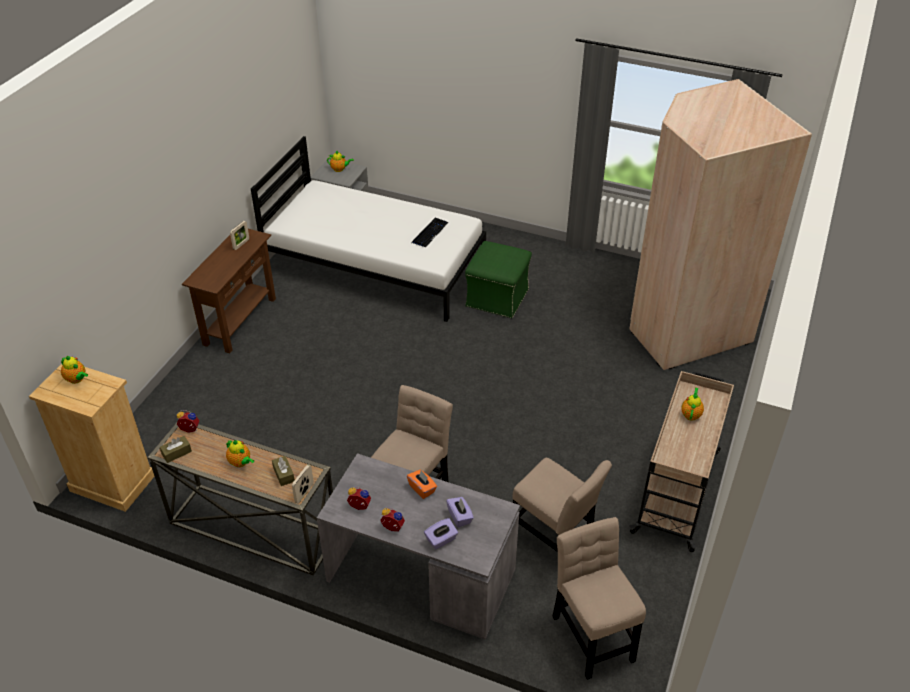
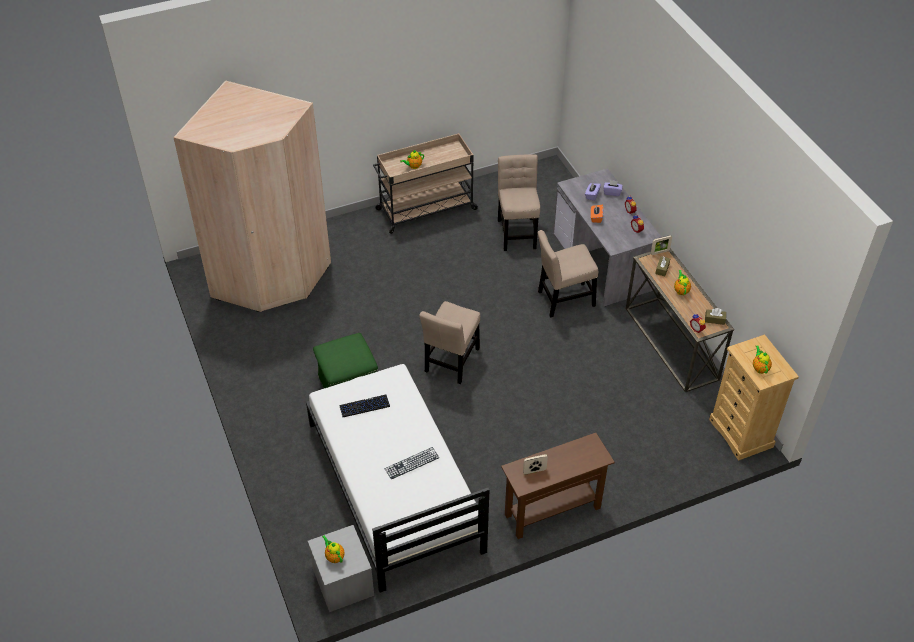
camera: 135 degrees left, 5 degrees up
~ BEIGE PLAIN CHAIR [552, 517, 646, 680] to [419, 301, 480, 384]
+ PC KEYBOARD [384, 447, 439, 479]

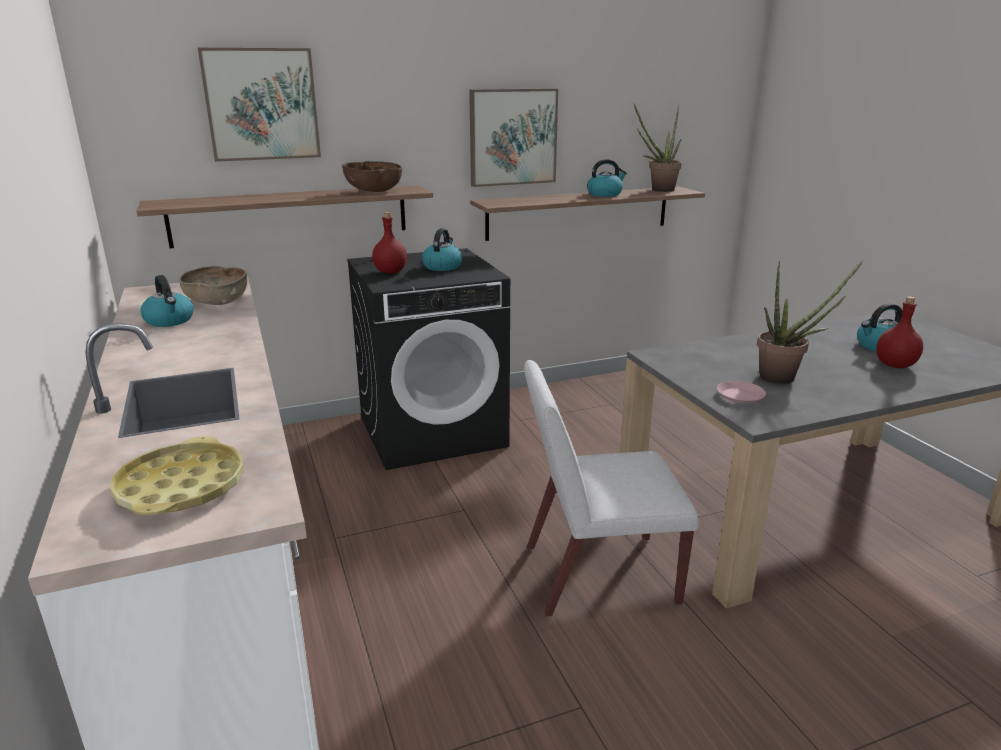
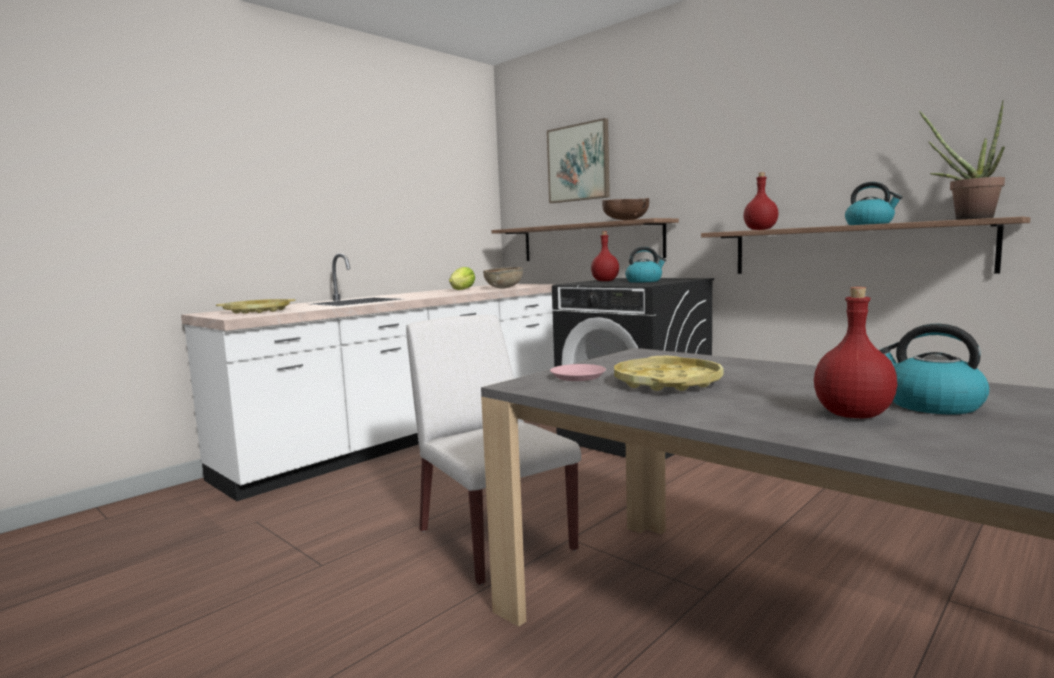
camera: 65 degrees right, 15 degrees down
- WALL ART [469, 88, 558, 187]
~ HOUSEPLANT [757, 260, 863, 384] to YELLOW-COLOURED TRAY [614, 356, 723, 391]
~ WATER KETTLE [140, 275, 194, 327] to LETTUCE [449, 267, 475, 290]
+ RED-COLOURED DRINK BOTTLE [744, 172, 778, 230]

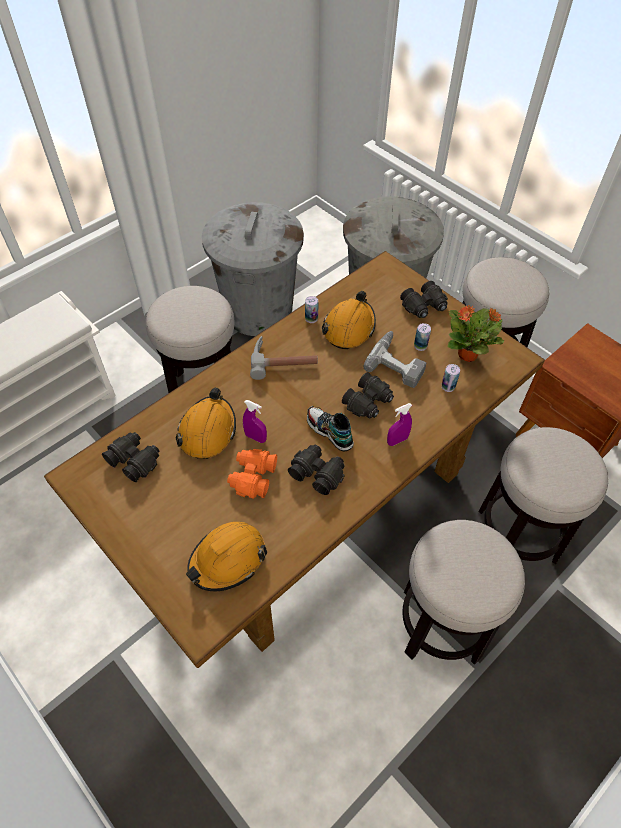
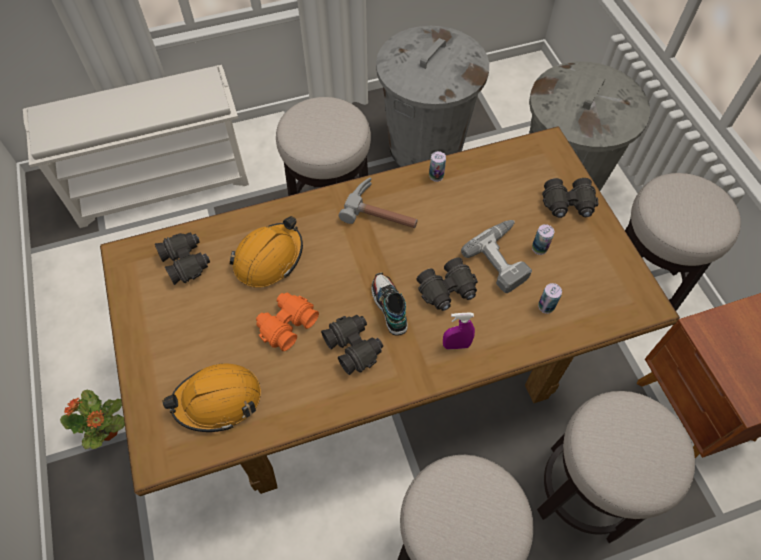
camera: 25 degrees right, 5 degrees up
- ORANGE SAFETY HELMET [322, 291, 376, 349]
~ HOUSEPLANT [448, 305, 504, 362] to [60, 390, 125, 449]
- PURPLISH SPRAYER [243, 400, 267, 443]

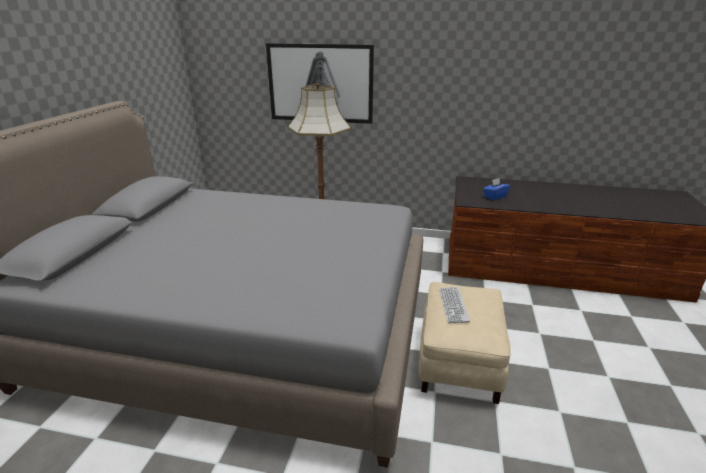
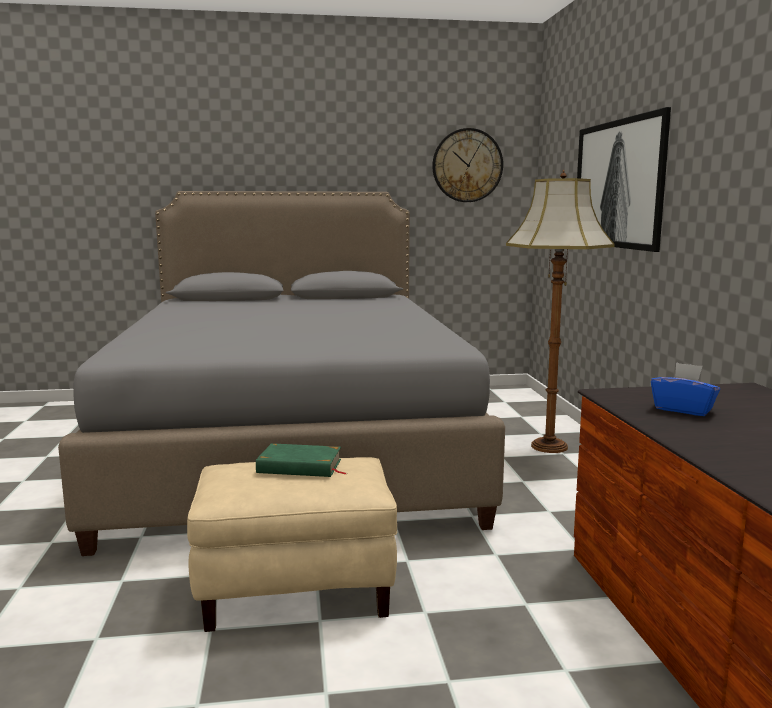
camera: 70 degrees right, 15 degrees down
~ PC KEYBOARD [439, 287, 470, 323] to GREEN-COLOURED VOLUME [256, 443, 346, 477]
+ WALL CLOCK [432, 128, 503, 202]

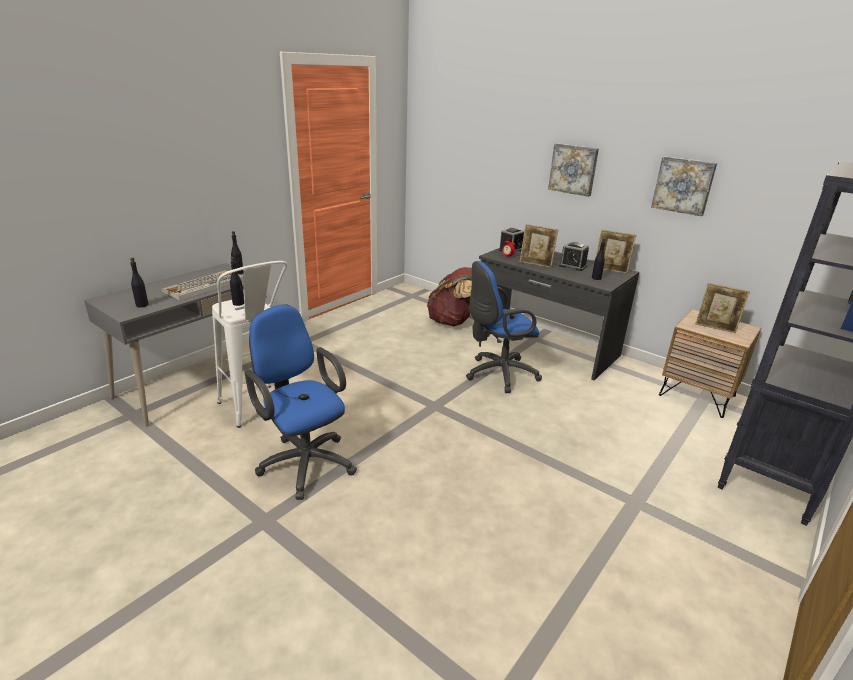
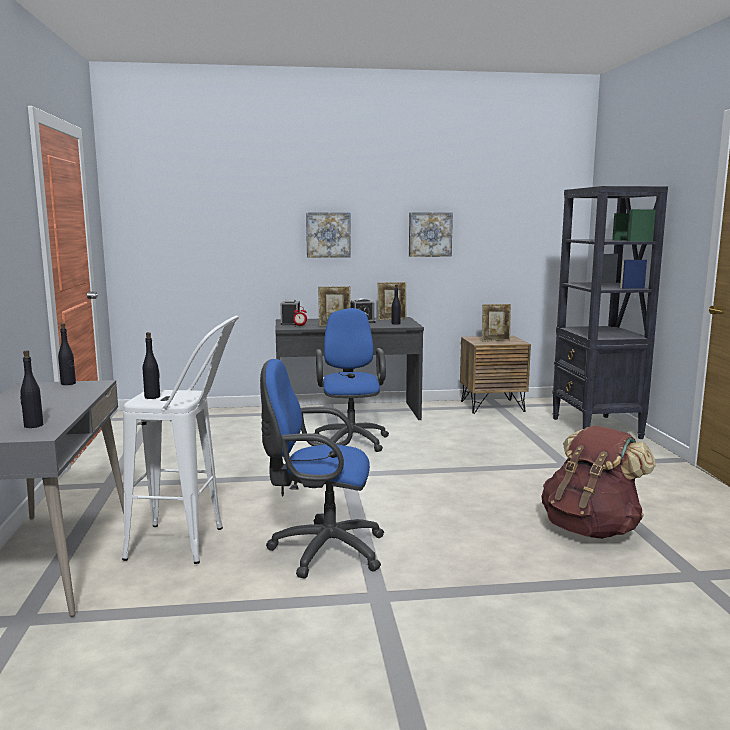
camera: 45 degrees left, 15 degrees down
~ BLUE DESK CHAIR [466, 261, 542, 393] = [313, 308, 389, 452] 150 degrees clockwise
~ BROWN-COLOURED RUCKSACK [427, 267, 472, 326] to [541, 425, 656, 539]
- PC KEYBOARD [161, 270, 243, 301]

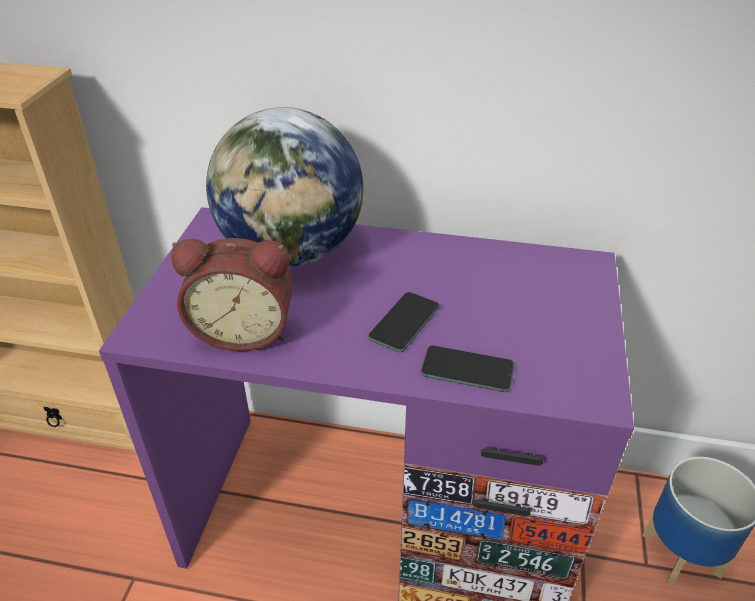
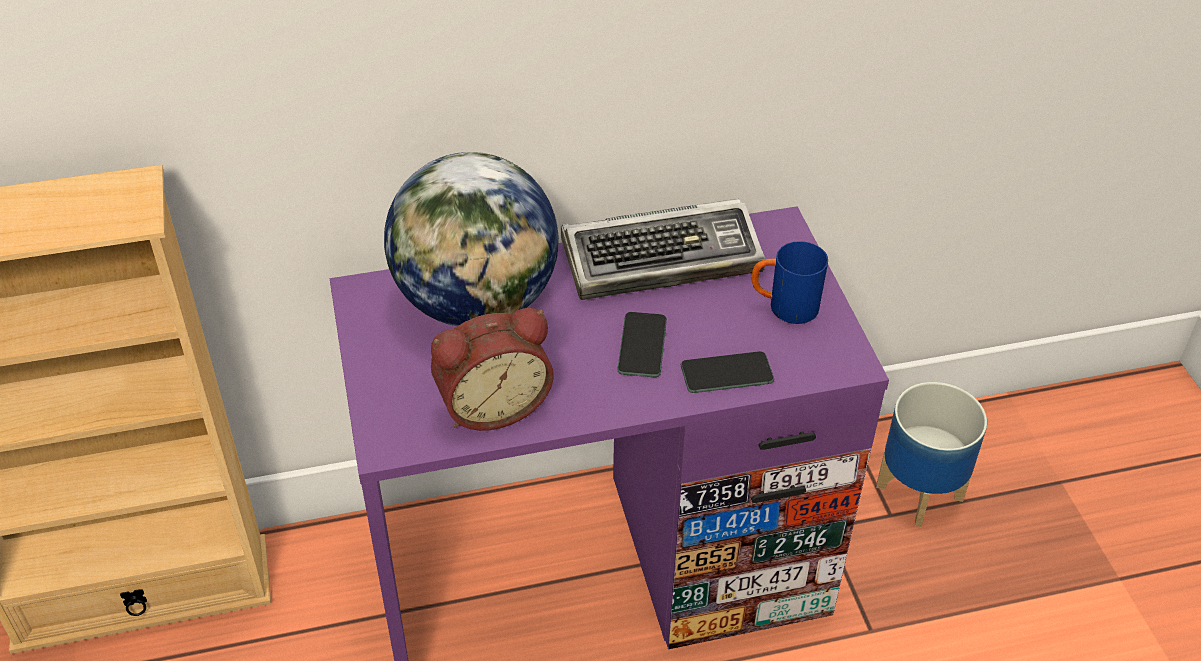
camera: 25 degrees left, 5 degrees up
+ PC KEYBOARD [561, 199, 765, 300]
+ BLUE TEA MUG [752, 241, 828, 324]

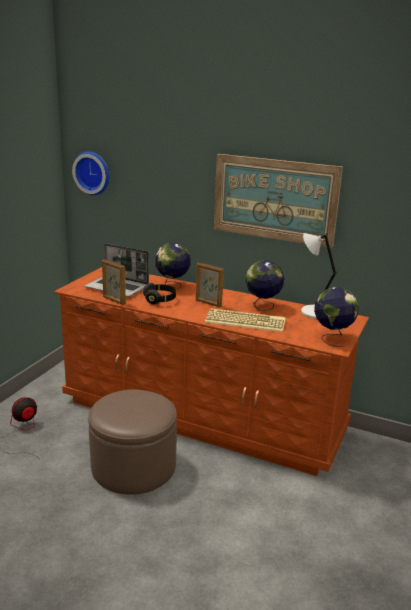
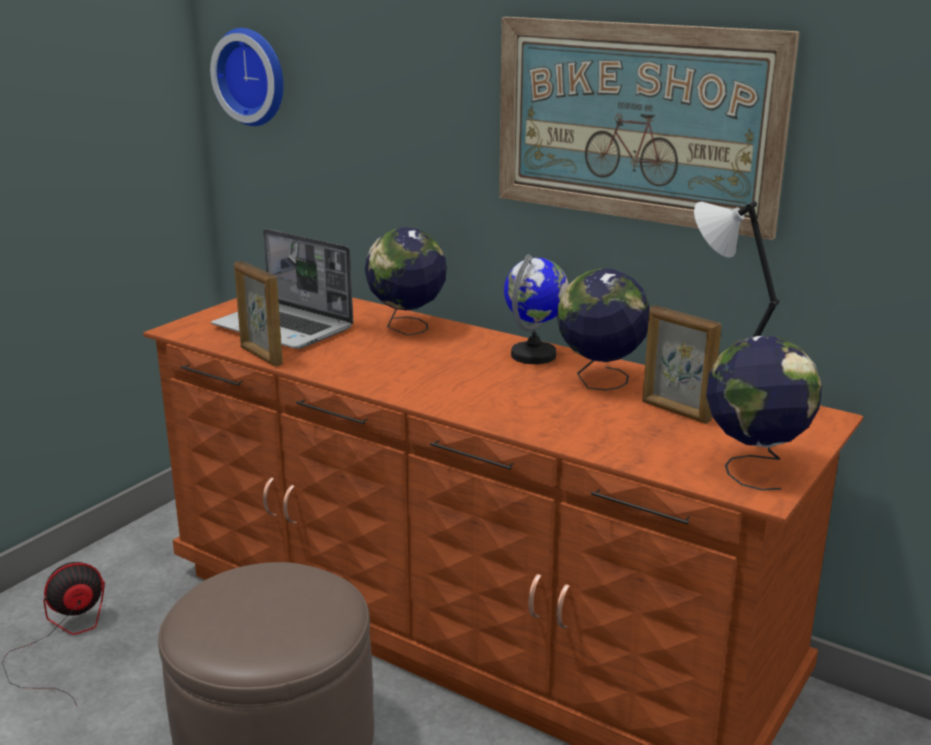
camera: 10 degrees right, 0 degrees up
~ STANDING FRAME [196, 262, 224, 307] to [642, 305, 722, 424]
- BLACKISH HEADSET [143, 283, 176, 305]
- PC KEYBOARD [205, 309, 286, 332]
+ WORLD GLOBE [504, 254, 569, 364]

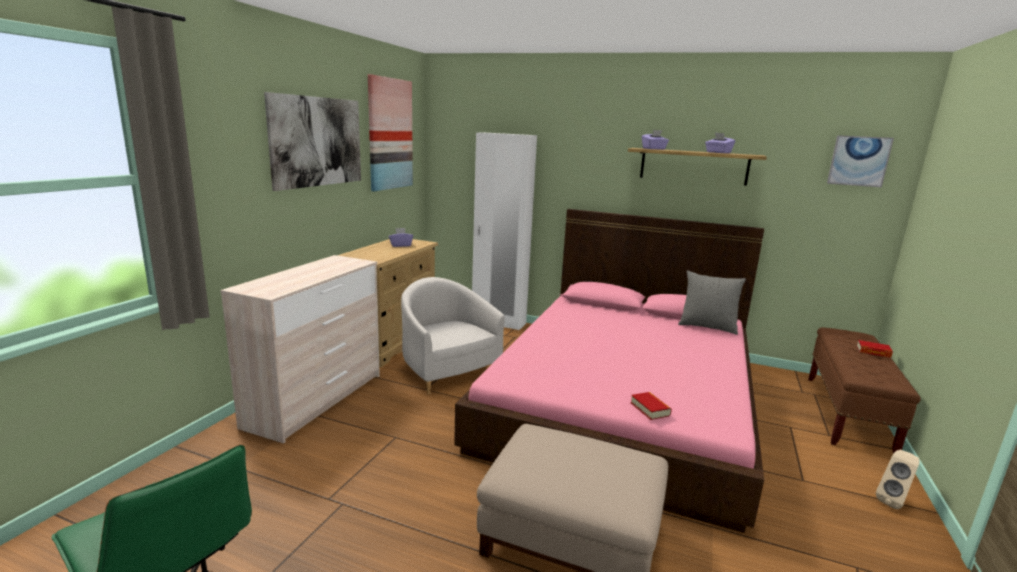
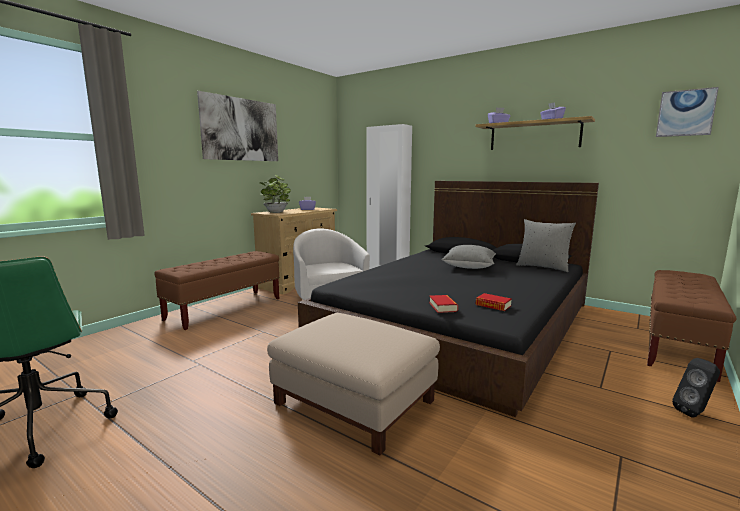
camera: 15 degrees right, 5 degrees down
- WALL ART [368, 74, 413, 191]
~ PINK BED [454, 209, 764, 533] to BLACKISH BED [298, 181, 599, 417]
~ BEIGE DRESSER [220, 255, 380, 443] to BROWN-COLOURED BENCH [154, 251, 279, 330]
~ VOLUME [857, 340, 893, 358] to [476, 293, 511, 311]
~ BEIGE LOUDSPEAKER [876, 450, 919, 509] to BLACKISH LOUDSPEAKER [672, 358, 720, 418]
+ HOUSEPLANT [260, 175, 291, 213]
+ GREYISH CUSHION [442, 245, 496, 269]

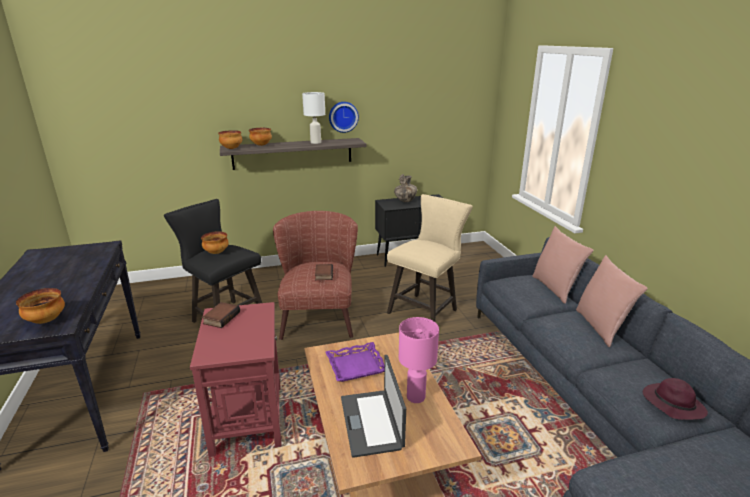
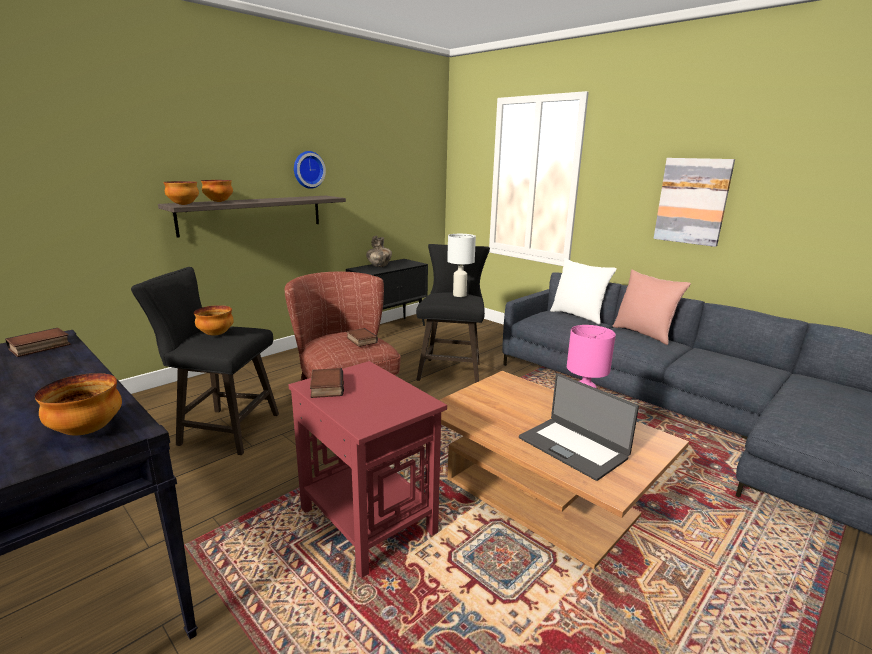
camera: 30 degrees left, 5 degrees down
~ WHITISH TABLE LAMP [302, 92, 325, 144] to [447, 234, 476, 297]
~ BEIGE SITTING STOOL [387, 194, 473, 323] to BLACKISH SITTING STOOL [416, 244, 490, 383]
~ PINK CUSHION [532, 226, 594, 304] to WHITISH CUSHION [550, 258, 617, 325]
- PURPLISH TRAY [326, 342, 384, 382]
- PURPLISH HAT [643, 378, 708, 420]
+ WALL ART [653, 158, 735, 247]
+ VOLUME [5, 328, 71, 357]

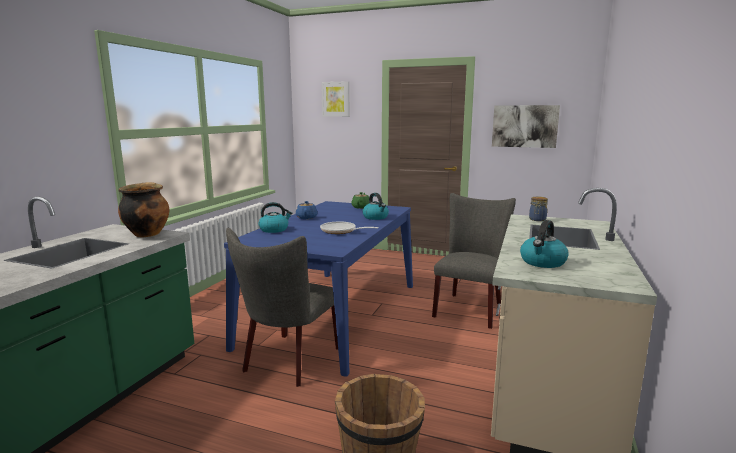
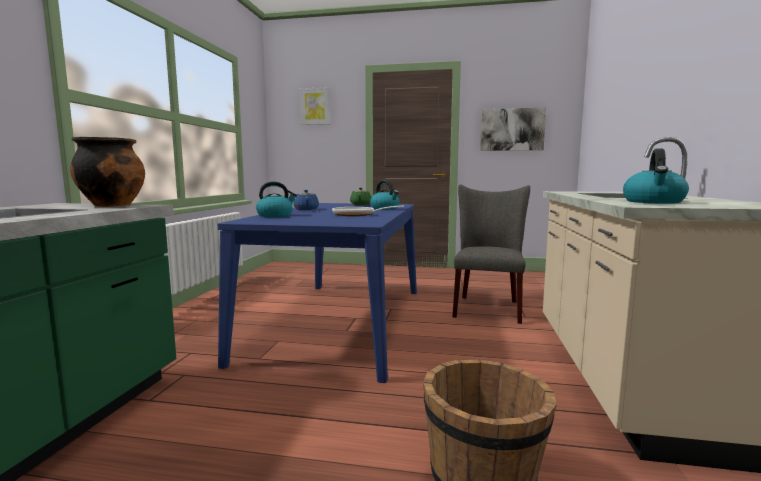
camera: 10 degrees left, 5 degrees down
- JAR [529, 196, 548, 221]
- GREYISH PLAIN CHAIR [226, 228, 338, 387]

